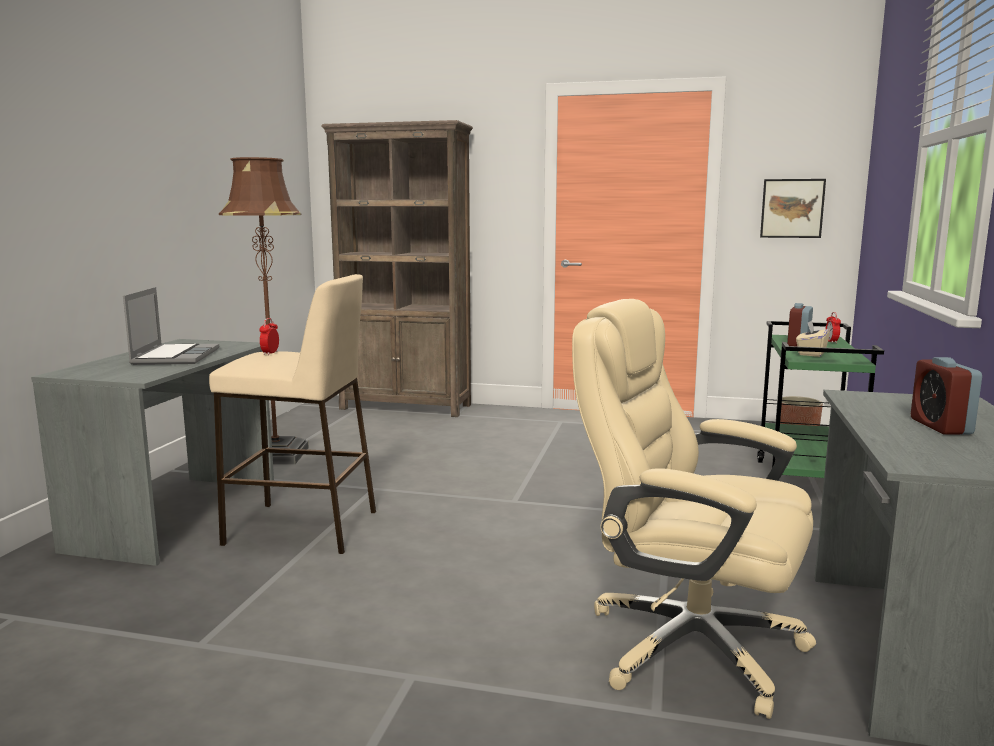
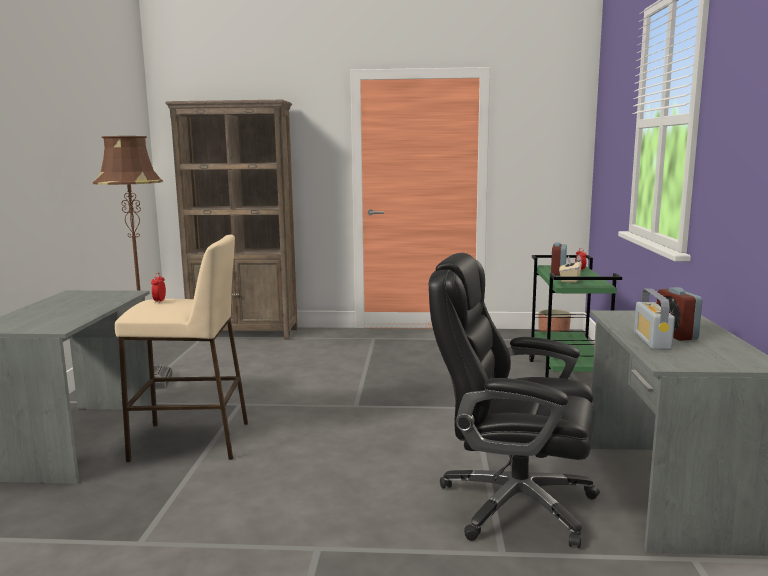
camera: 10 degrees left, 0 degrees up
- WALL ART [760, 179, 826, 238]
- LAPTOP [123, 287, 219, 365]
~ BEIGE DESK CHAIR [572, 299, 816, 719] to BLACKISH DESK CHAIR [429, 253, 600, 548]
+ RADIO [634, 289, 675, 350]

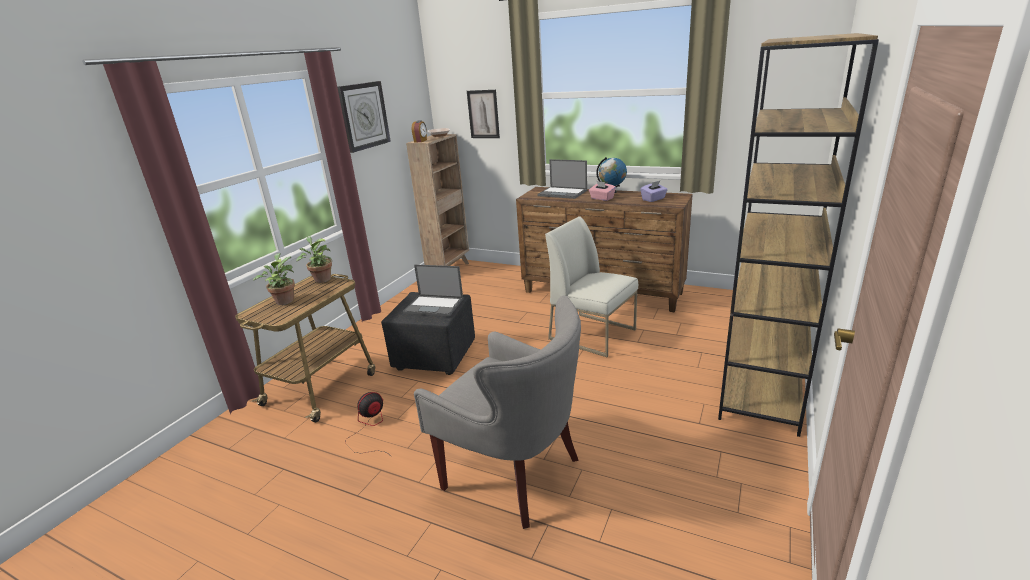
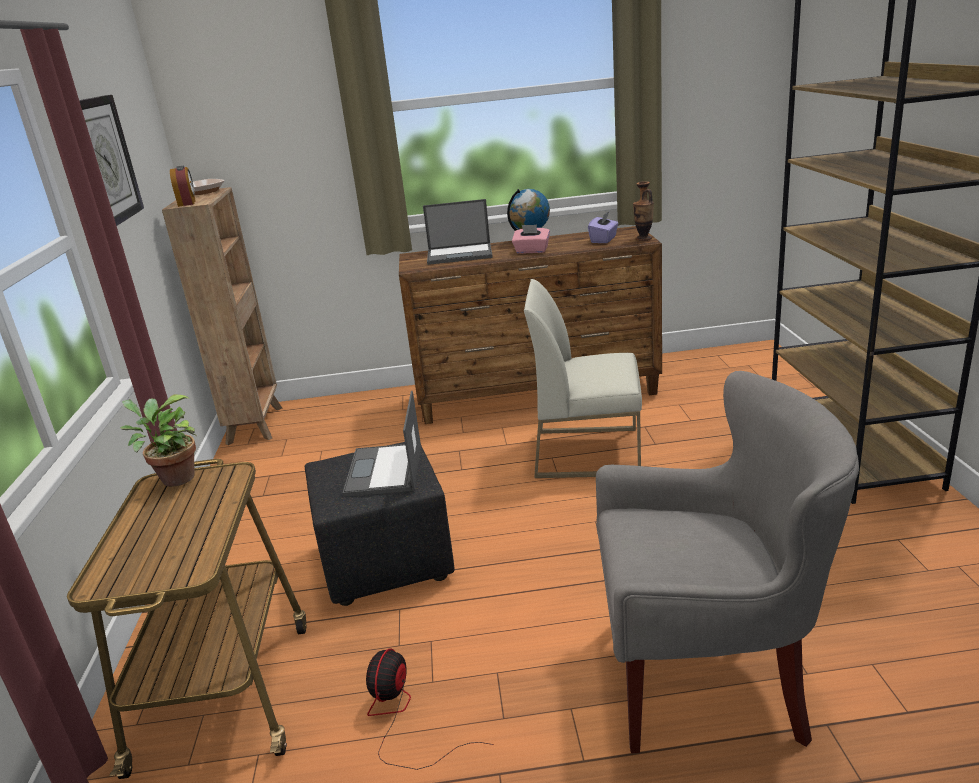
camera: 30 degrees left, 0 degrees up
- WALL ART [467, 90, 500, 138]
- HOUSEPLANT [253, 253, 295, 305]
~ LAPTOP [403, 264, 463, 317] = [343, 391, 421, 497] 105 degrees clockwise
+ FLOWER VASE [633, 181, 654, 241]

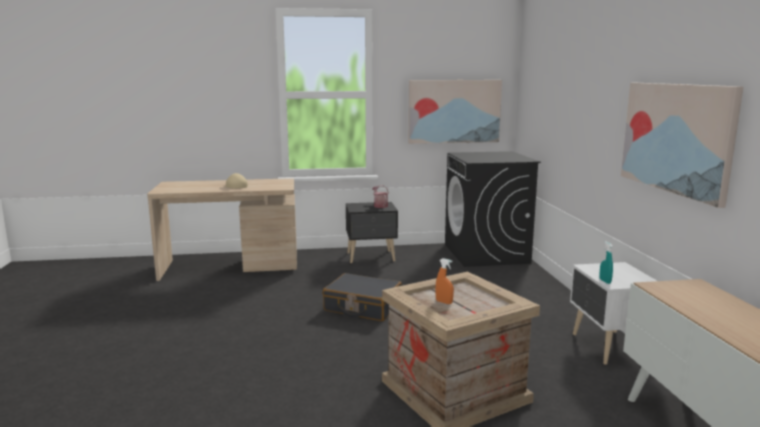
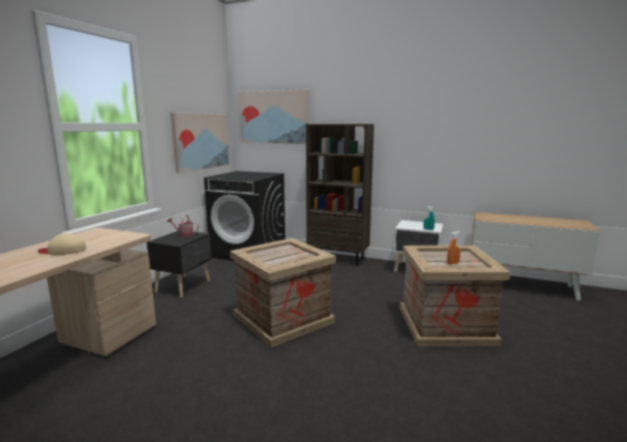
camera: 60 degrees left, 0 degrees up
~ WALL ART [621, 83, 743, 208] to [238, 89, 309, 144]
~ BLACKISH SUITCASE [323, 273, 402, 321] to SHIPPING CRATE [230, 238, 336, 348]
+ BROWN-COLOURED BOOKSHELF [306, 124, 374, 266]

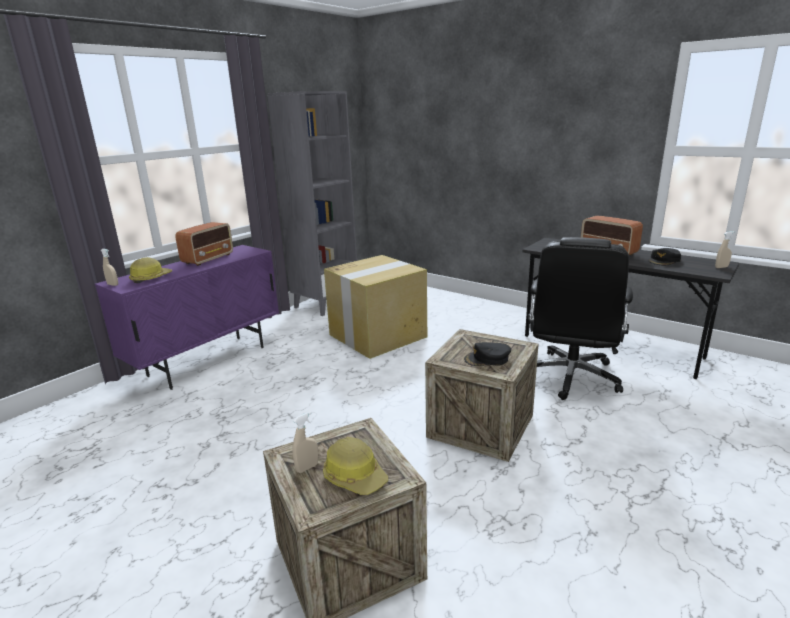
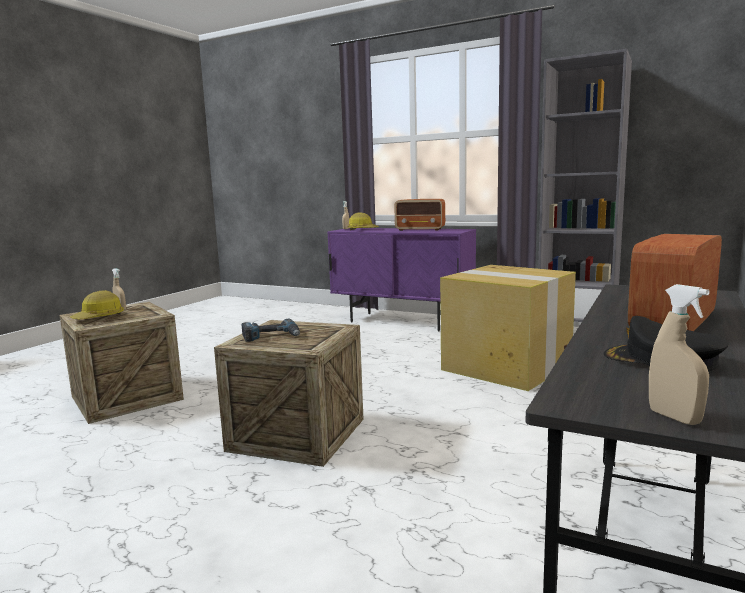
camera: 80 degrees right, 10 degrees down
- BLACKISH DESK CHAIR [528, 237, 633, 400]
~ BLACKISH BASEBALL CAP [464, 342, 511, 366] to ELECTRIC DRILL [242, 319, 300, 342]

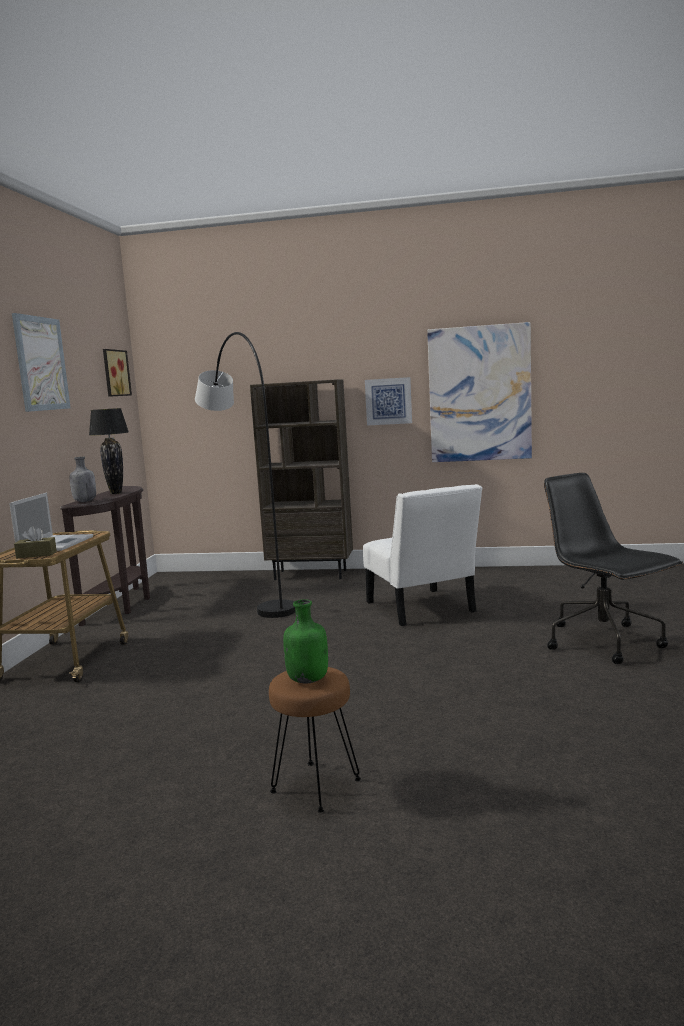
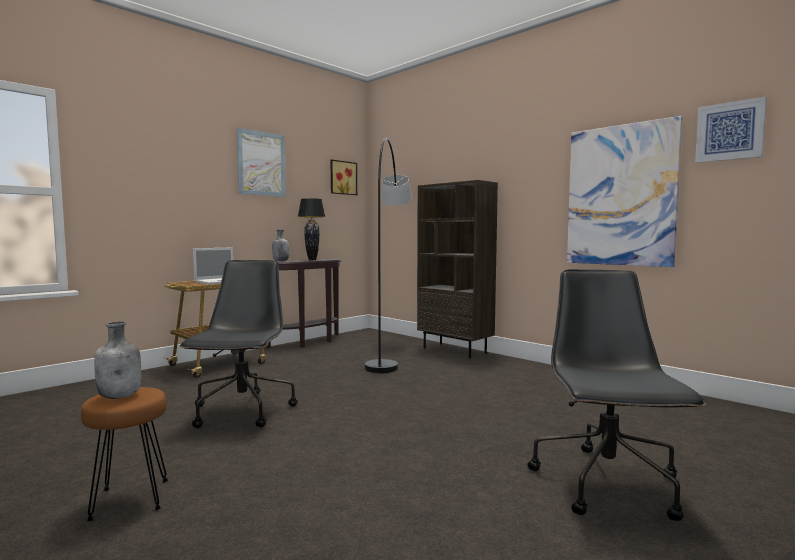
camera: 35 degrees right, 5 degrees down
~ WALL ART [365, 377, 412, 426] to [695, 97, 767, 163]
- WHITISH PLAIN CHAIR [363, 484, 482, 626]
- BROWN-COLOURED TISSUE HOLDER [14, 526, 57, 558]
~ GREEN-COLOURED DRINK BOTTLE [283, 599, 328, 684] to GREYISH DRINK BOTTLE [94, 321, 141, 399]
+ BLACKISH DESK CHAIR [180, 260, 298, 428]

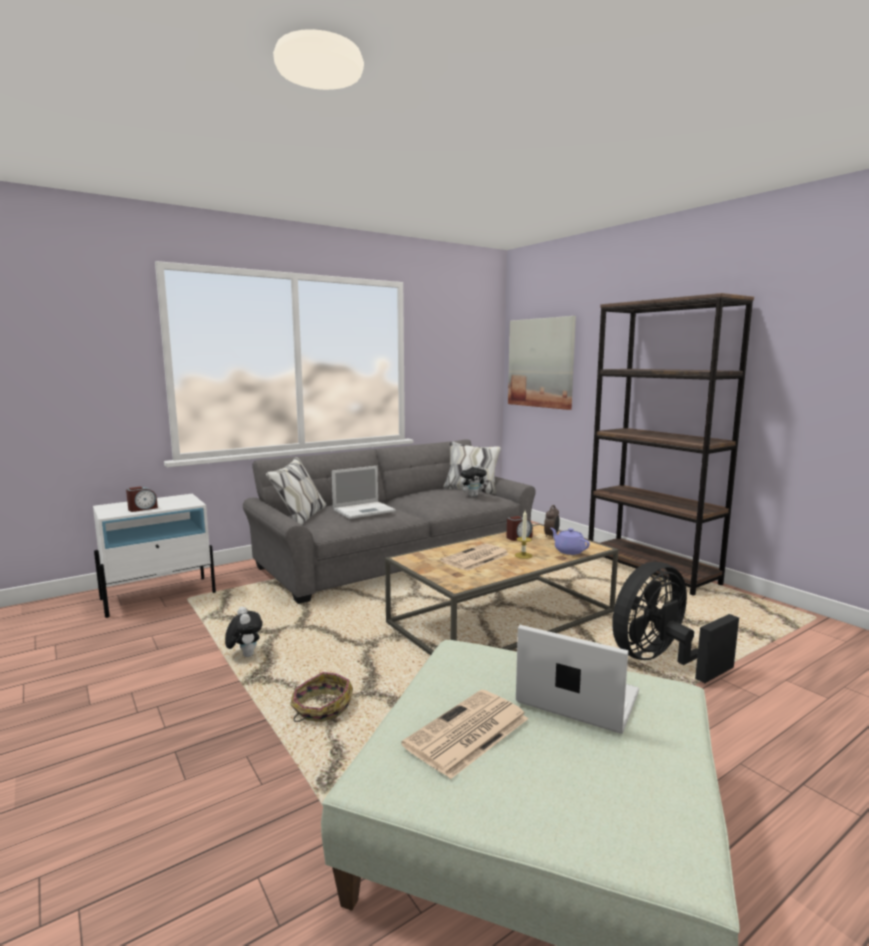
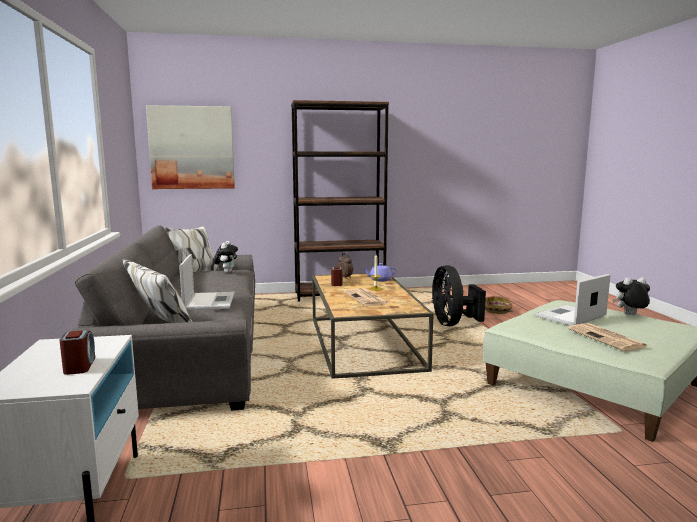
camera: 65 degrees left, 0 degrees up
~ PLUSH TOY [225, 606, 263, 657] to [613, 277, 650, 315]
~ HOUSEHOLD BASKET [290, 672, 353, 722] to [485, 296, 513, 314]

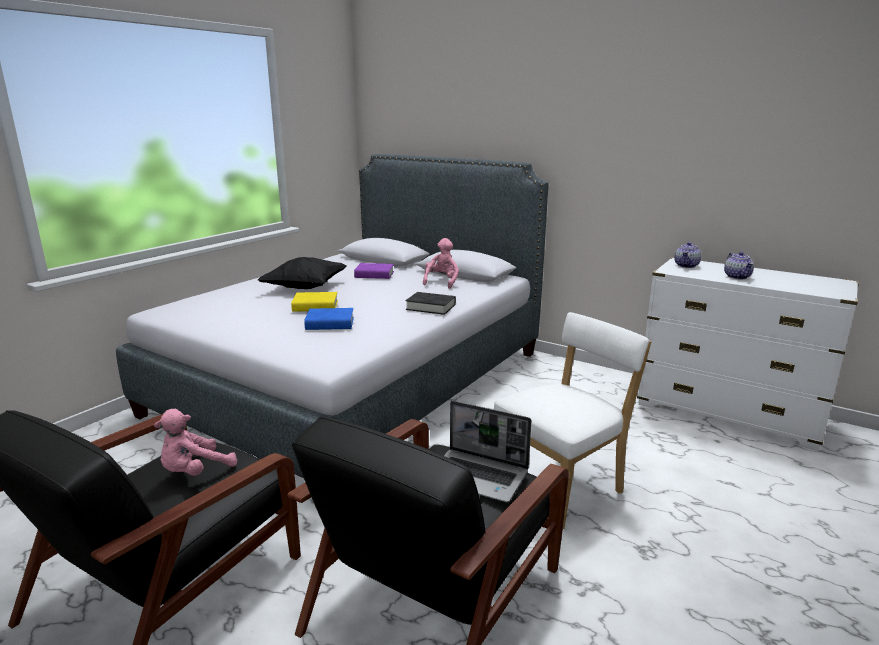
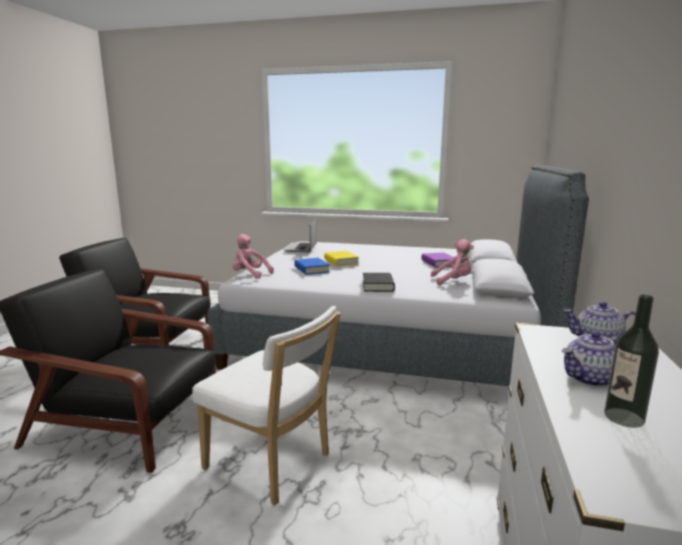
camera: 70 degrees right, 5 degrees down
- BLACKISH CUSHION [258, 257, 347, 289]
~ LAPTOP [444, 401, 532, 502] to [284, 219, 317, 252]
~ PINK PLUSH TOY [154, 409, 237, 476] to [232, 234, 274, 279]
+ DRINK BOTTLE [604, 295, 659, 428]

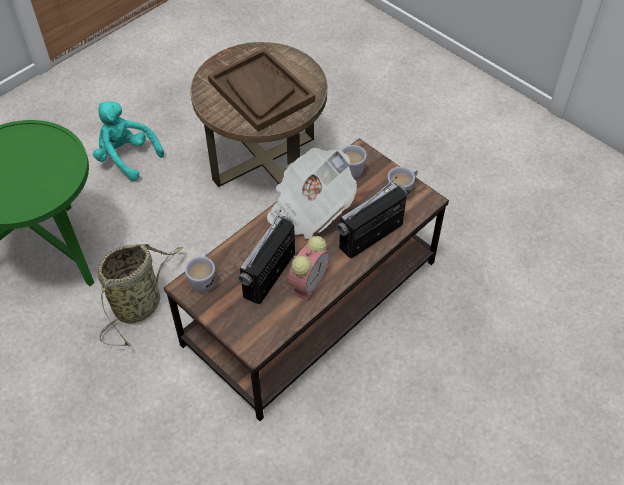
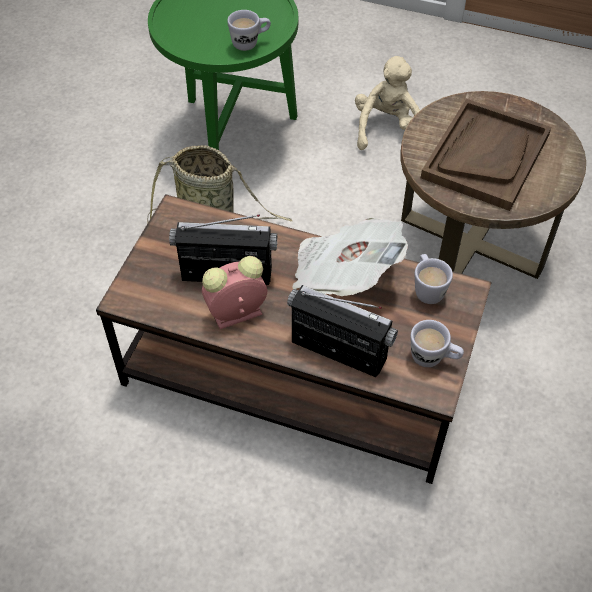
camera: 65 degrees right, 0 degrees up
~ BLUE-GREEN PLUSH TOY [93, 101, 164, 181] to BEIGE PLUSH TOY [355, 56, 420, 150]
~ TABLE CLOCK [288, 236, 330, 301] = [202, 256, 267, 329] 150 degrees clockwise
~ WHITISH TEA MUG [185, 252, 215, 293] to [227, 10, 271, 51]

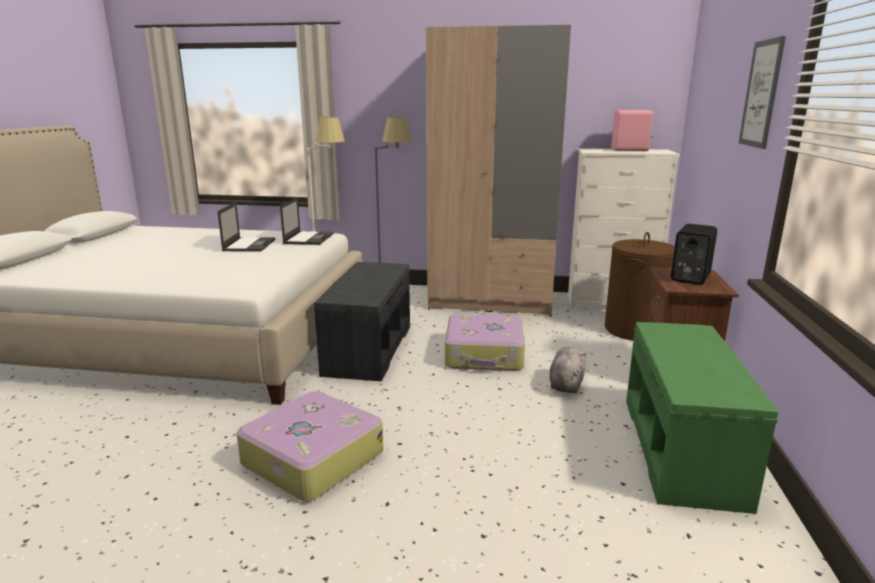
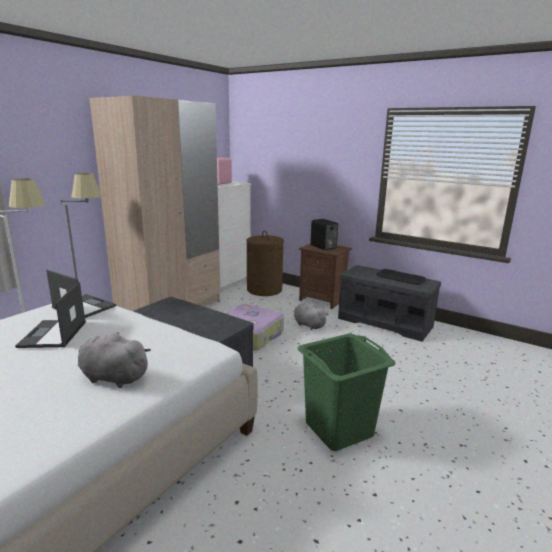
camera: 65 degrees left, 0 degrees up
- WALL ART [739, 36, 786, 149]
~ LAPTOP [217, 202, 275, 251] = [15, 282, 86, 348] 120 degrees counterclockwise
~ GREEN-COLOURED BENCH [626, 322, 778, 514] to GREYISH BENCH [338, 265, 441, 342]
~ SUITCASE [237, 391, 383, 501] to GREEN-COLOURED WASHING BASKET [297, 333, 396, 451]
+ PC KEYBOARD [377, 269, 426, 285]
+ GREYISH PLUSH TOY [78, 332, 151, 388]

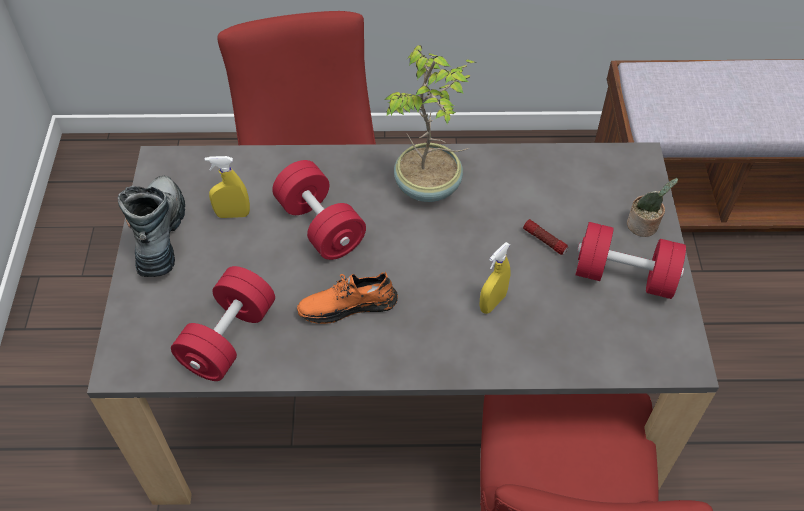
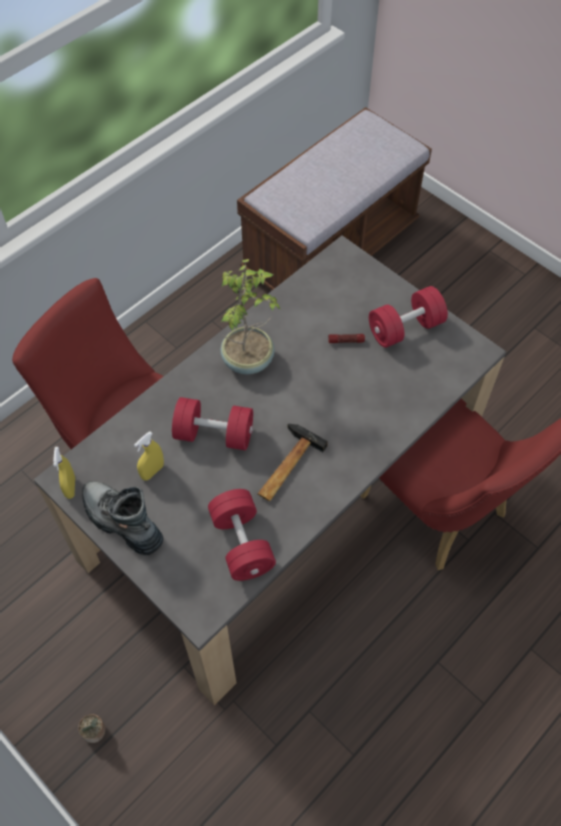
camera: 45 degrees left, 5 degrees up
~ HOUSEPLANT [627, 178, 678, 237] to [78, 714, 105, 743]
~ YELLOW-COLOURED SPRAYER [479, 242, 510, 314] to [53, 447, 75, 499]
~ ORANGE SHOE [297, 272, 398, 324] to TOOL HAMMER [258, 424, 328, 501]

